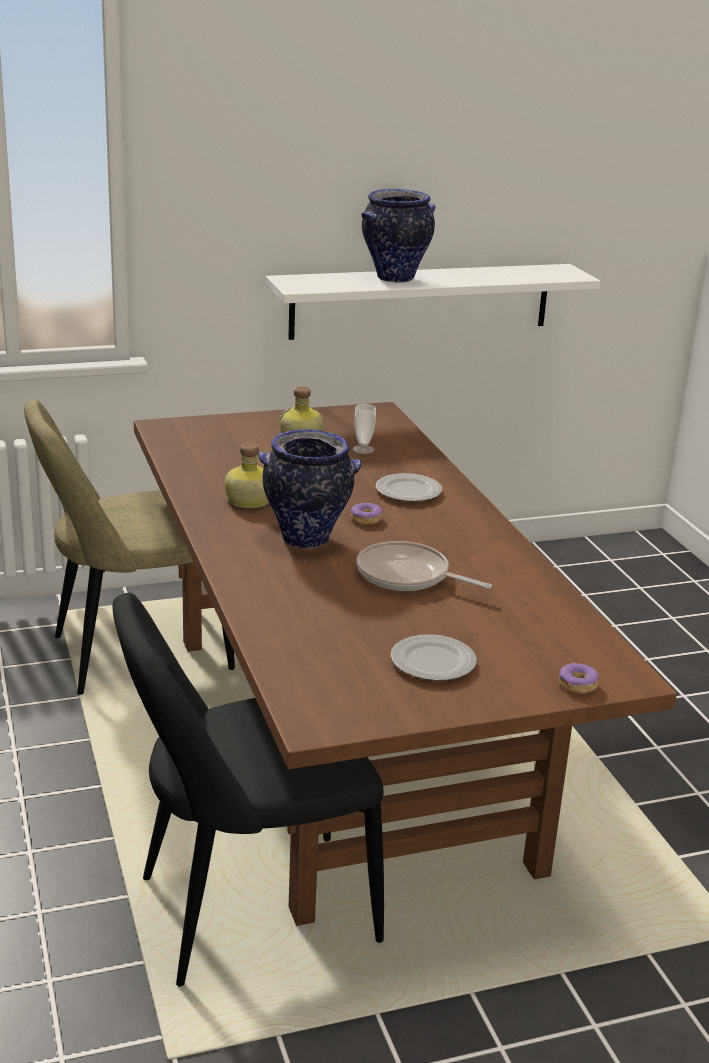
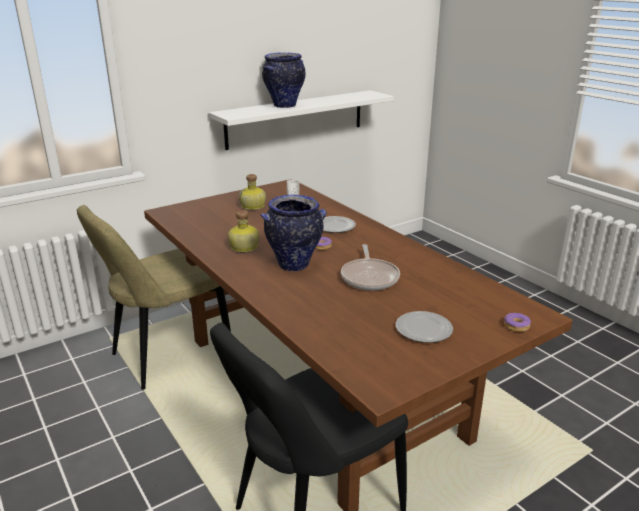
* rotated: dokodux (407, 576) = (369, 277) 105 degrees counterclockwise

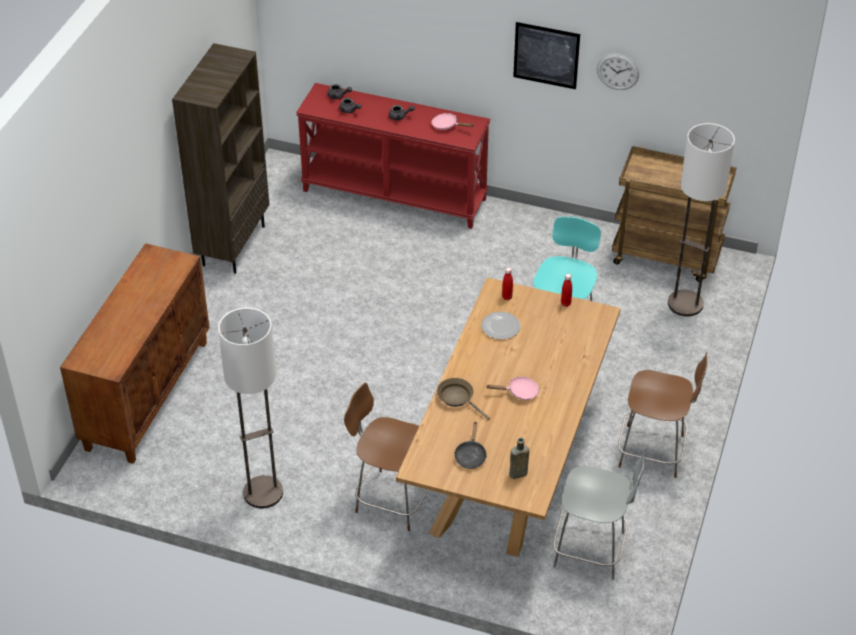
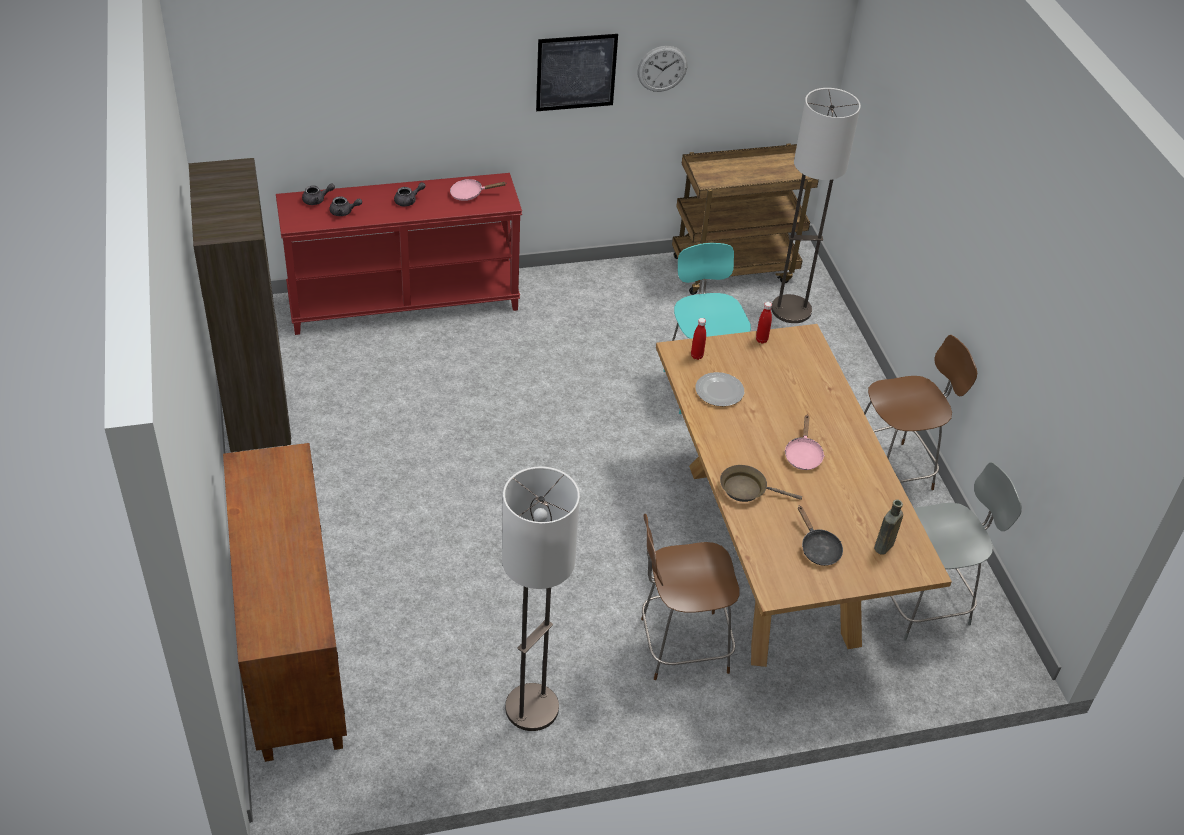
* rotated: pink_dokodux (519, 392) = (803, 455) 135 degrees clockwise

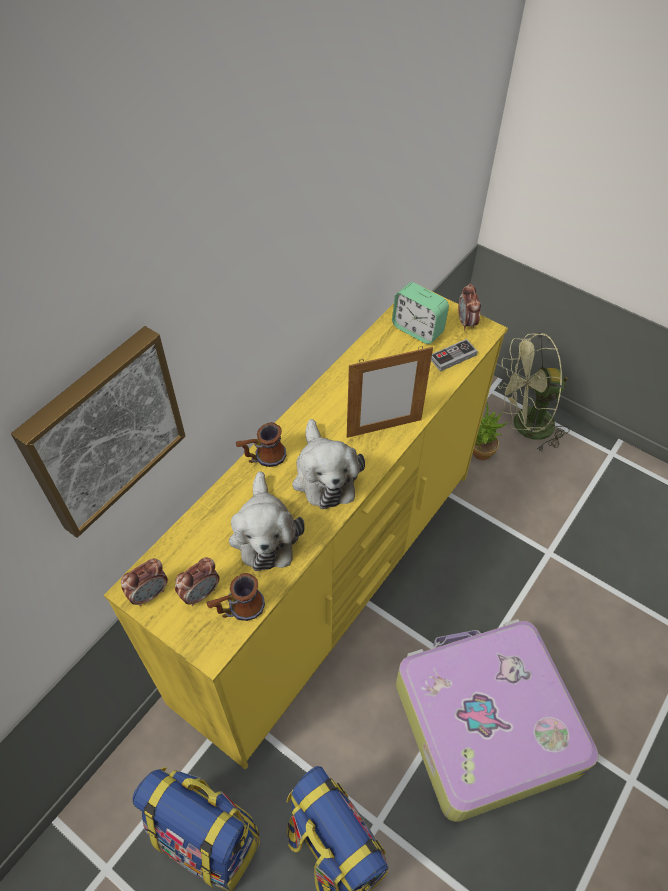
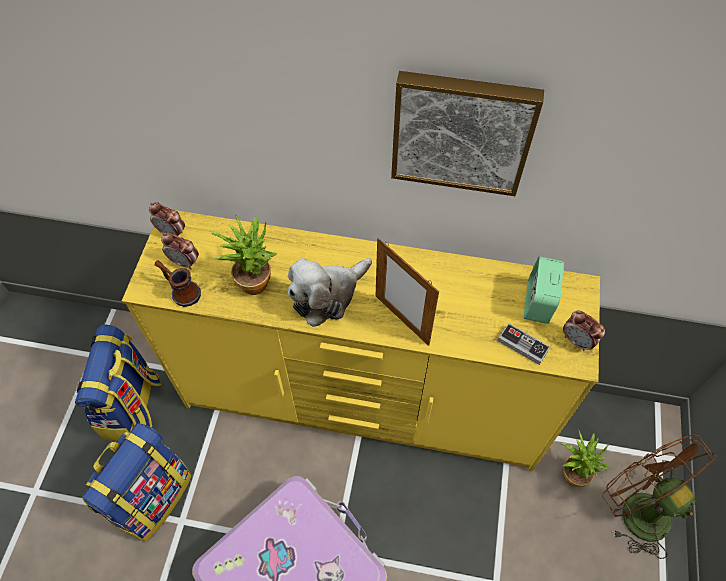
* gone: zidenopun (263, 458)
* shifted: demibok (102, 430) to (462, 131)
* swapped: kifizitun (264, 533) to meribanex (253, 279)
* repainted: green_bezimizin (524, 426) to brown_bezimizin (635, 508)
* rotated: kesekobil (466, 323) = (577, 341) 105 degrees counterclockwise

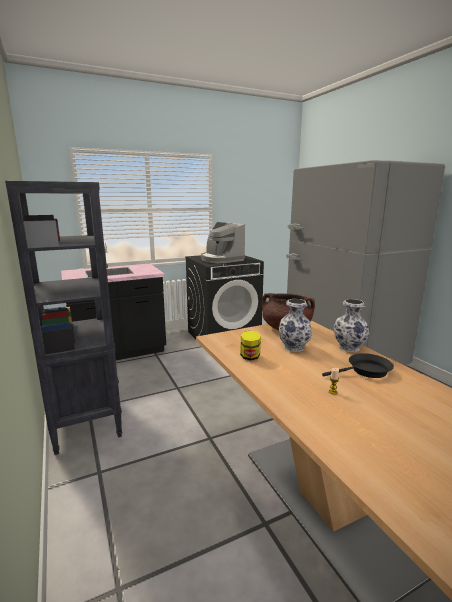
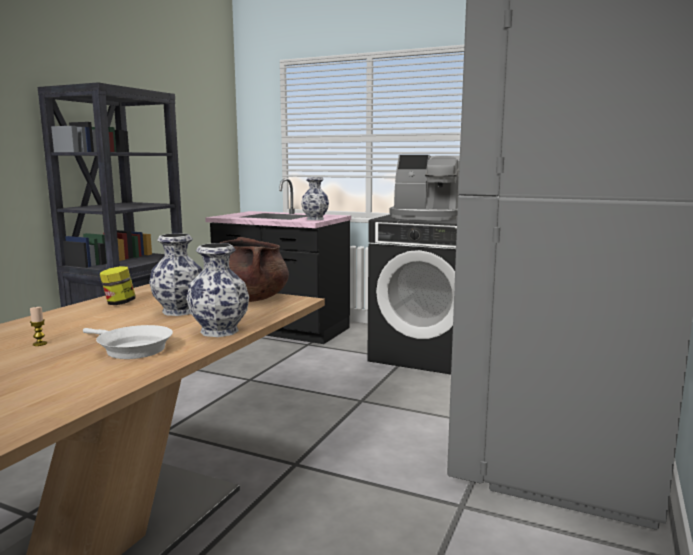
* new: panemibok (315, 219)
* repainted: black_dokodux (366, 371) to white_dokodux (131, 349)
* rotated: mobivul (221, 259) = (425, 217) 90 degrees counterclockwise

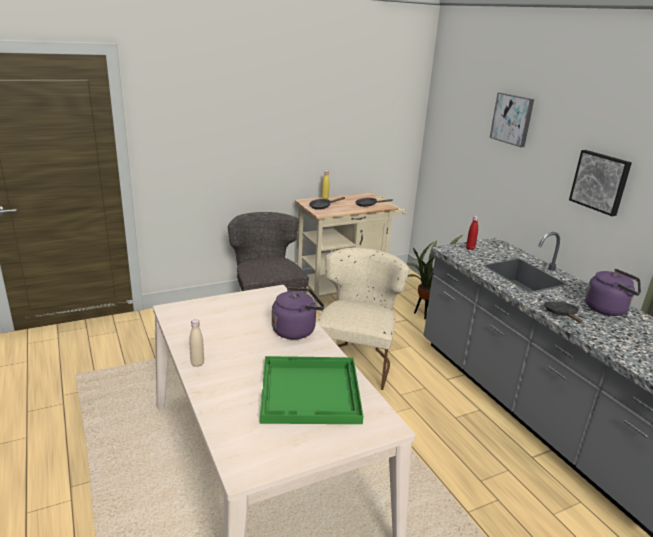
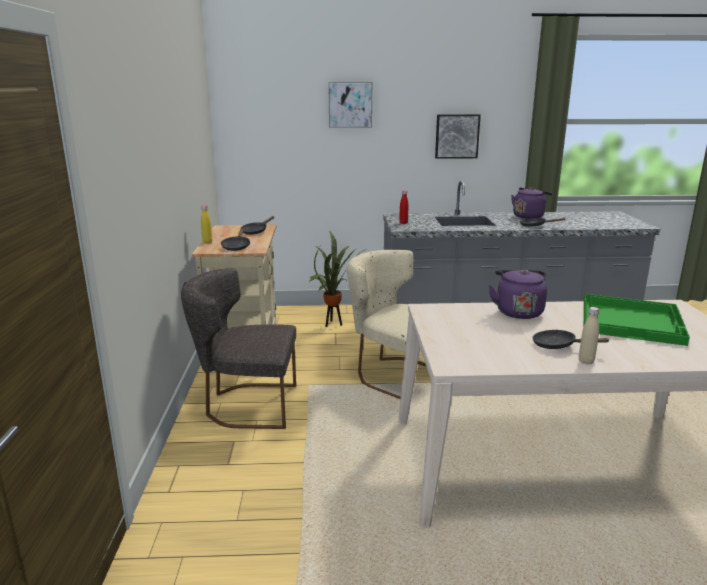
* new: black_dokodux (558, 346)

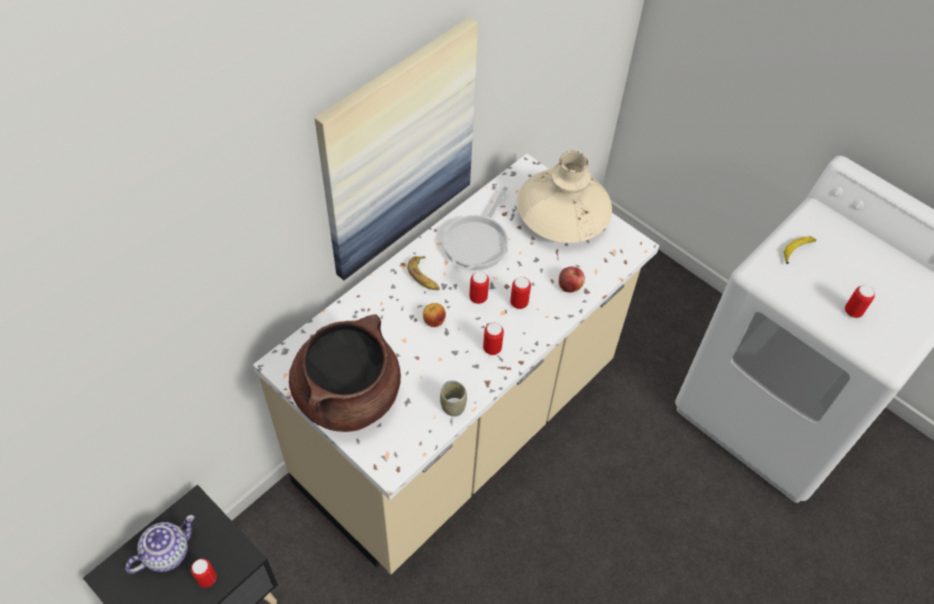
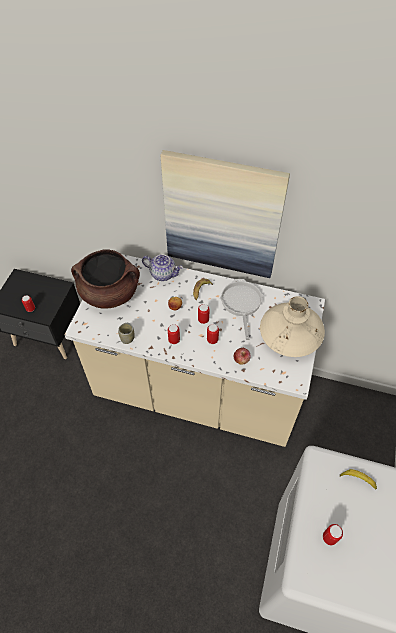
* shifted: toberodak (167, 552) to (163, 274)
* rotated: dokodux (477, 242) = (241, 303) 90 degrees clockwise

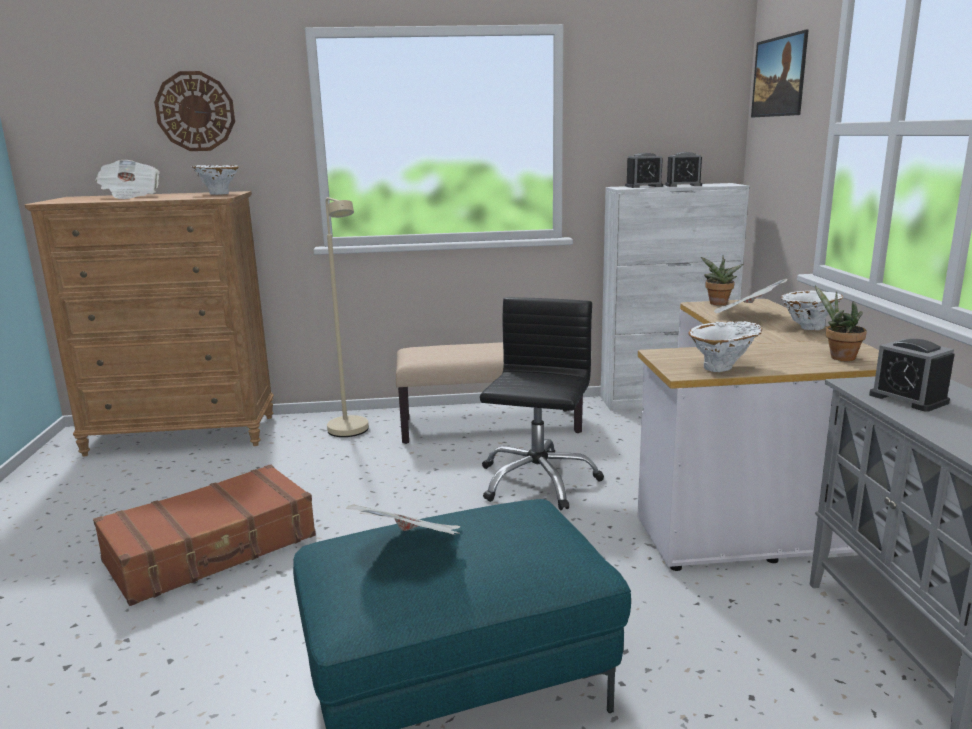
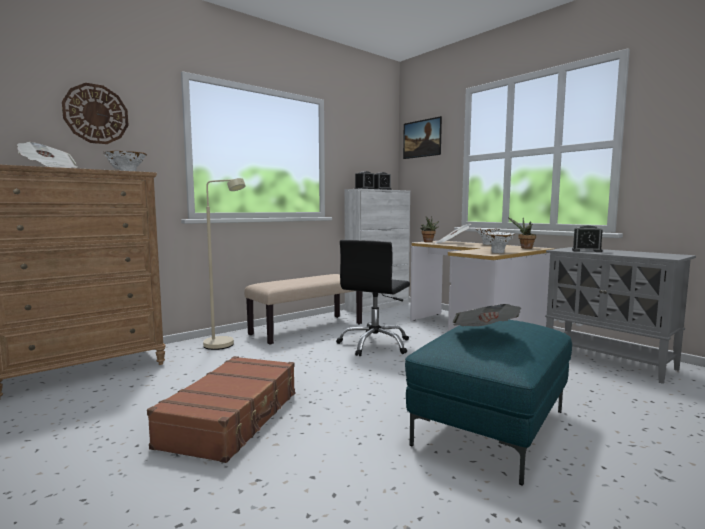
* rotated: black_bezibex (537, 481) = (375, 345) 135 degrees counterclockwise

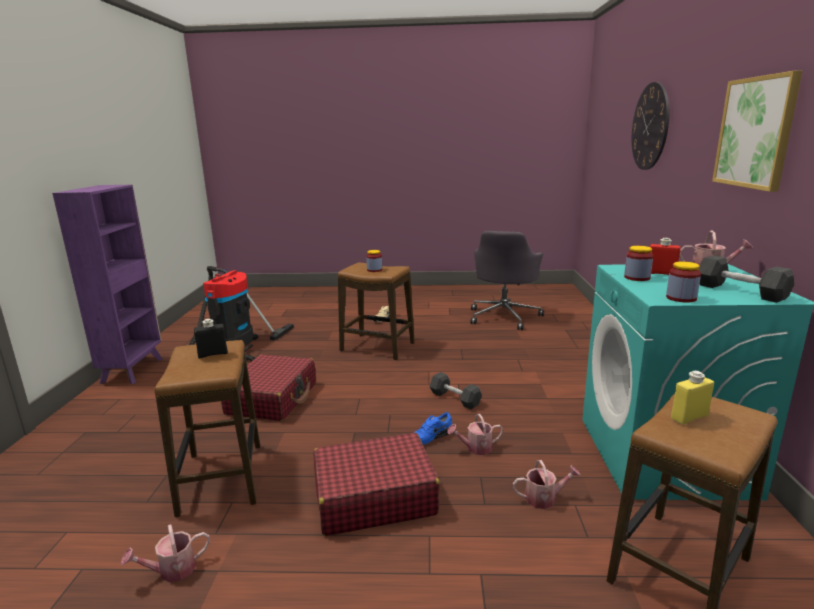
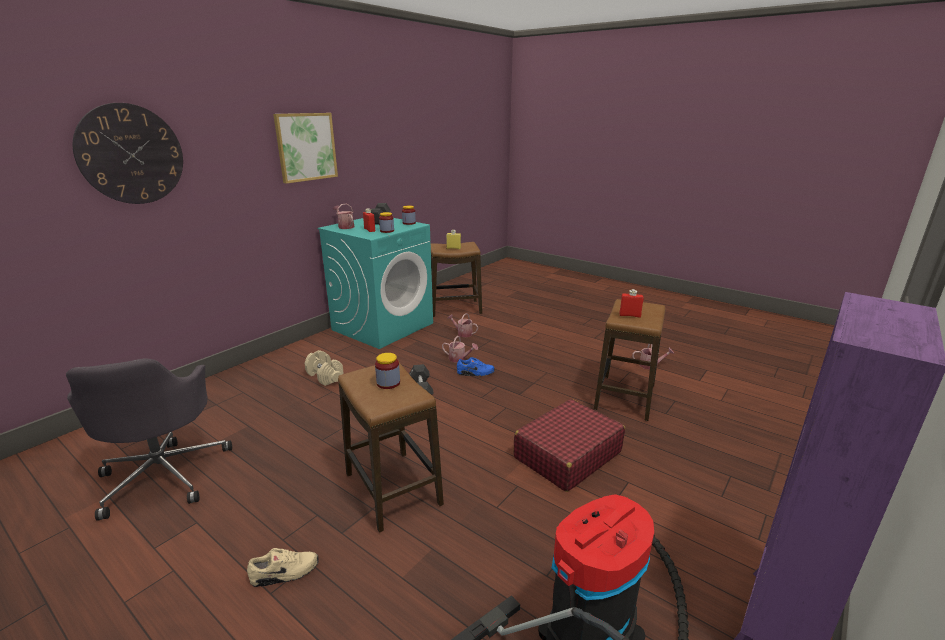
* gone: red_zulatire (374, 497)
* new: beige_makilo (325, 376)
* repainted: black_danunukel (213, 354) to red_danunukel (630, 315)
* rotated: grey_bezibex (504, 316) = (165, 474) 105 degrees clockwise

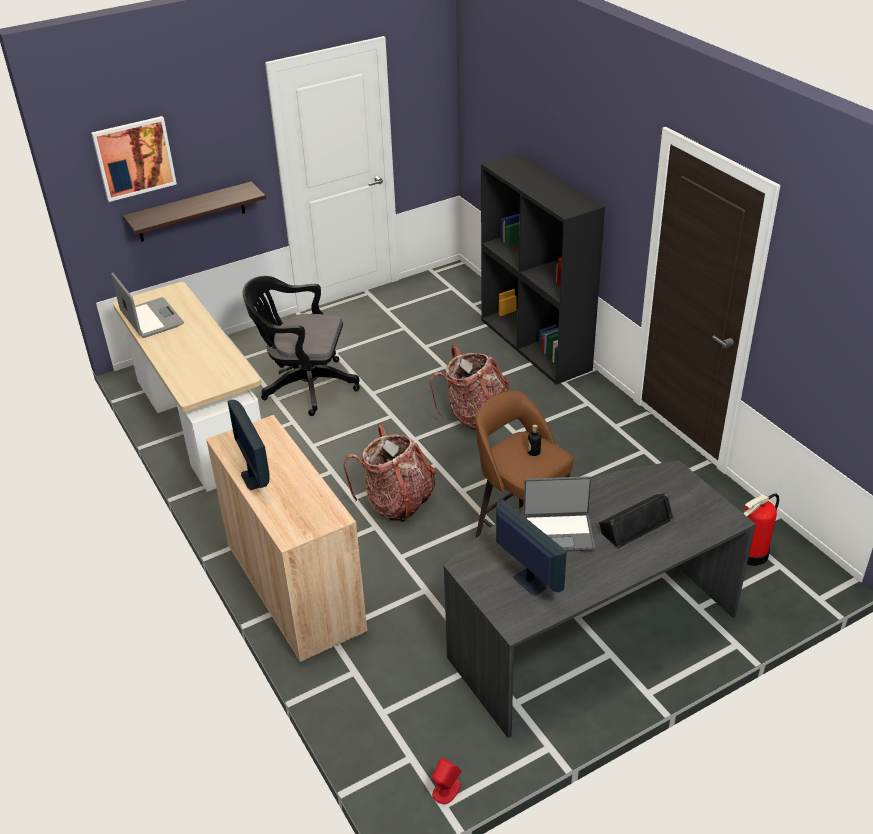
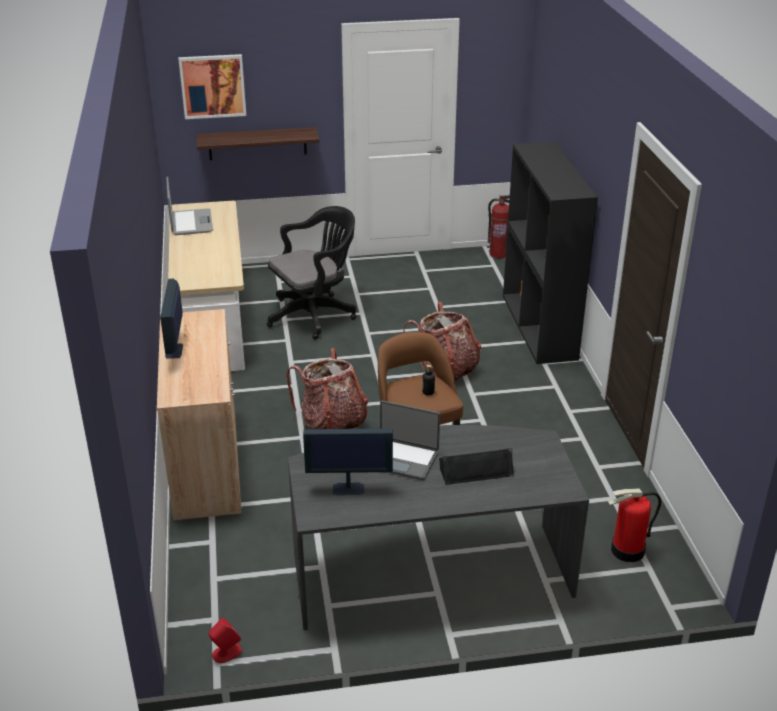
* new: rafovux (498, 254)
* rotated: black_bezibex (304, 386) = (315, 315) 120 degrees clockwise
* rotated: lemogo (529, 581) = (349, 489) 105 degrees clockwise

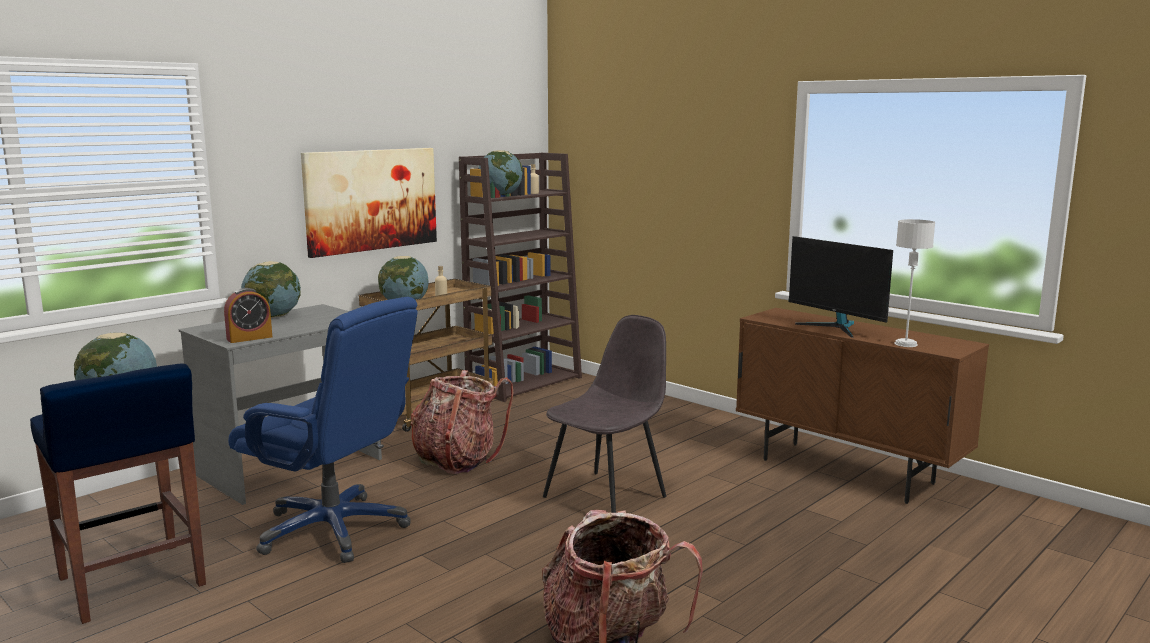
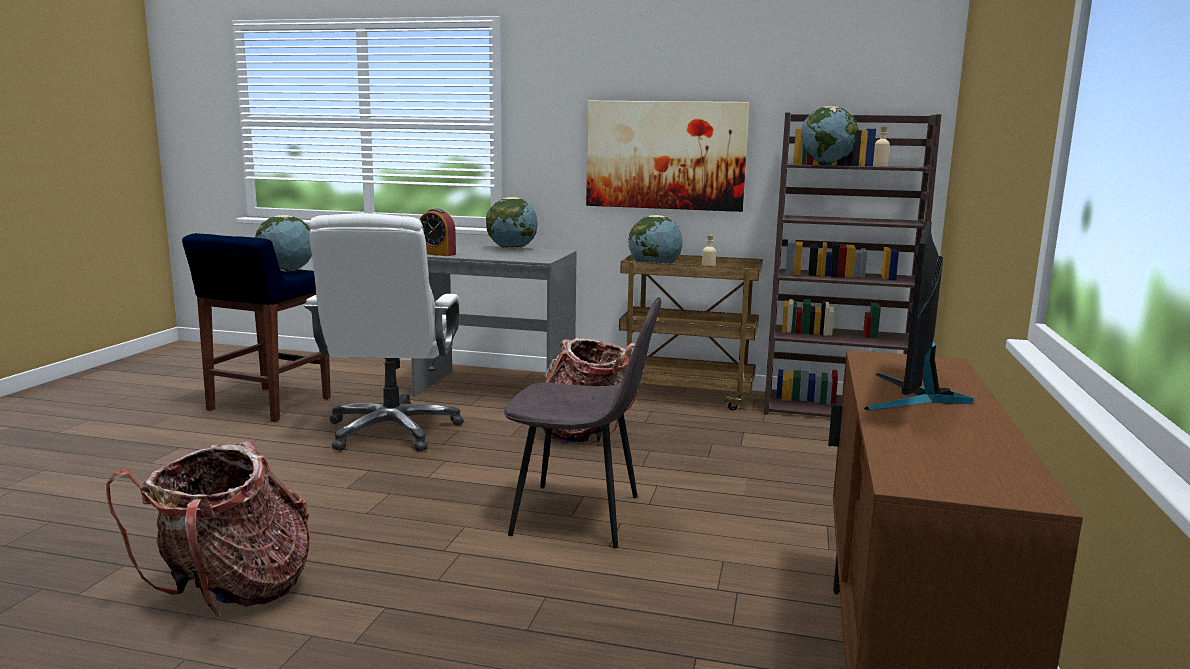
* gone: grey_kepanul (906, 344)
* repainted: blue_bezibex (334, 530) to white_bezibex (392, 431)

